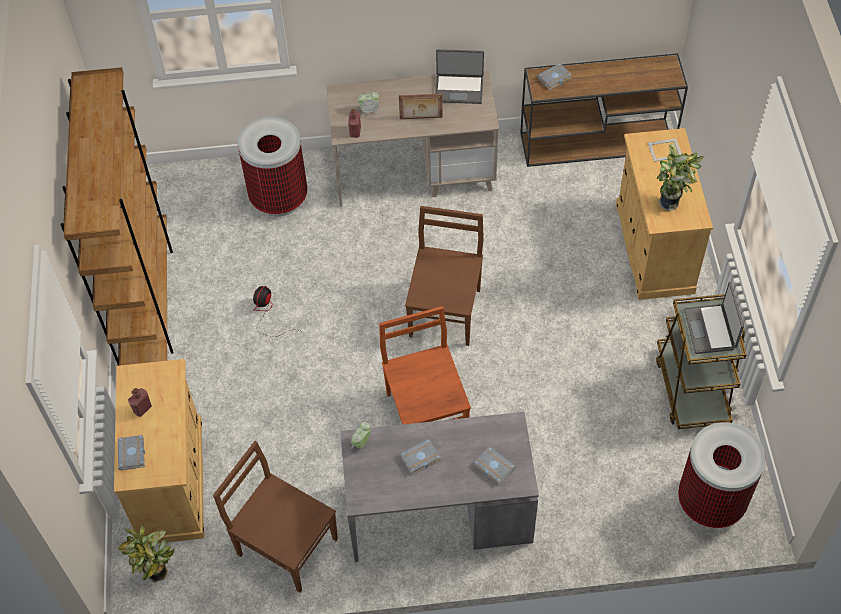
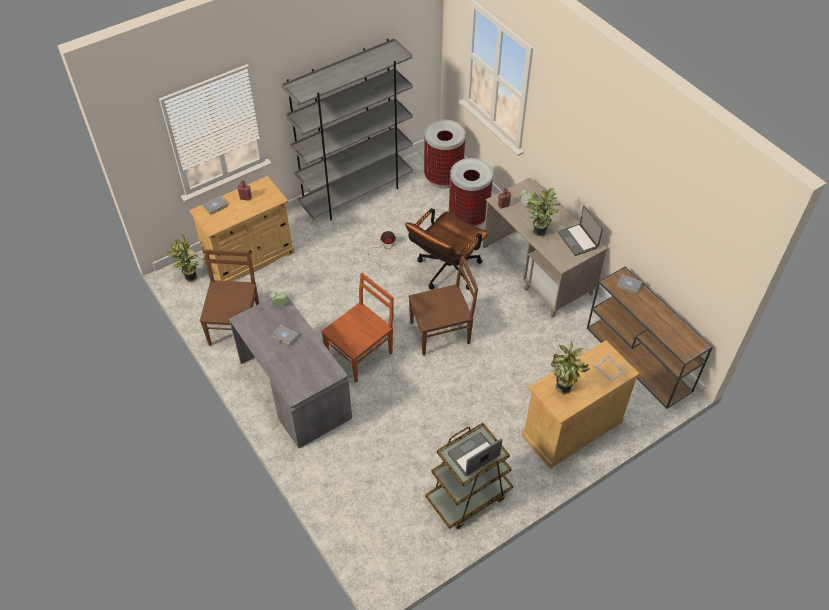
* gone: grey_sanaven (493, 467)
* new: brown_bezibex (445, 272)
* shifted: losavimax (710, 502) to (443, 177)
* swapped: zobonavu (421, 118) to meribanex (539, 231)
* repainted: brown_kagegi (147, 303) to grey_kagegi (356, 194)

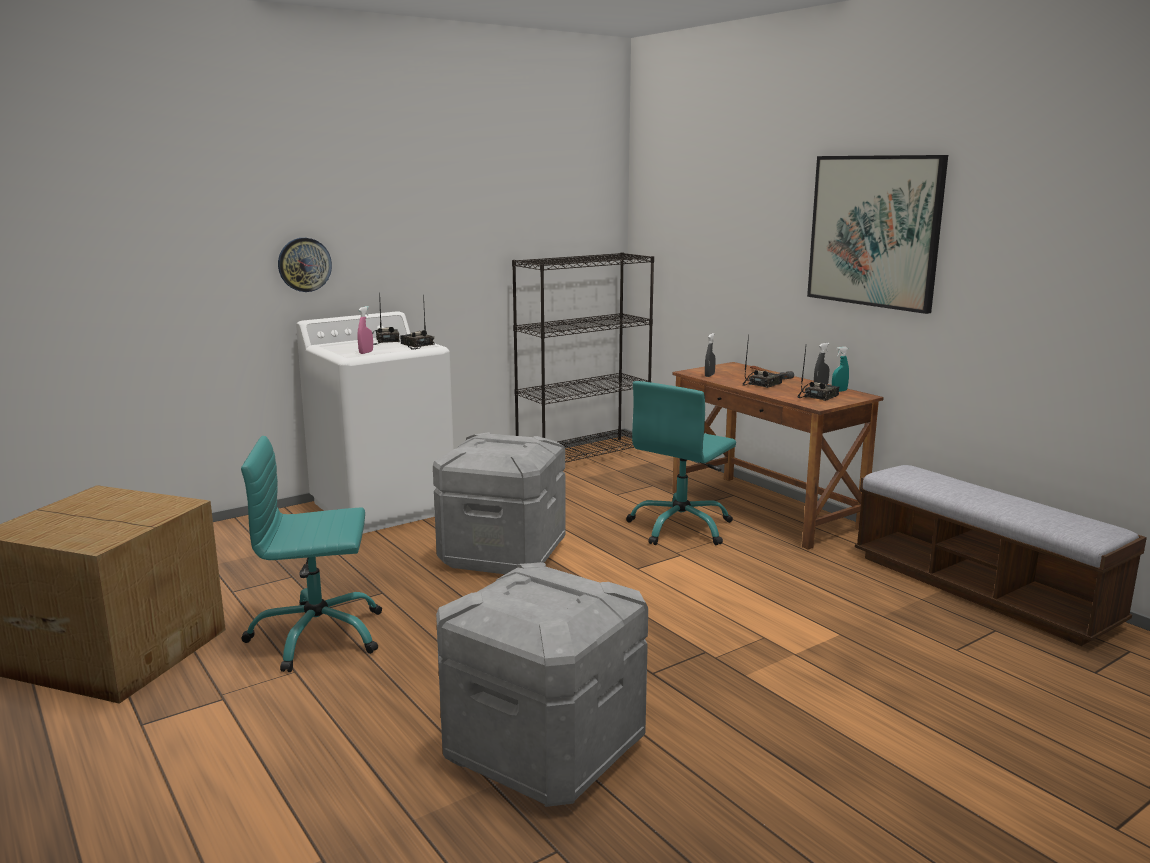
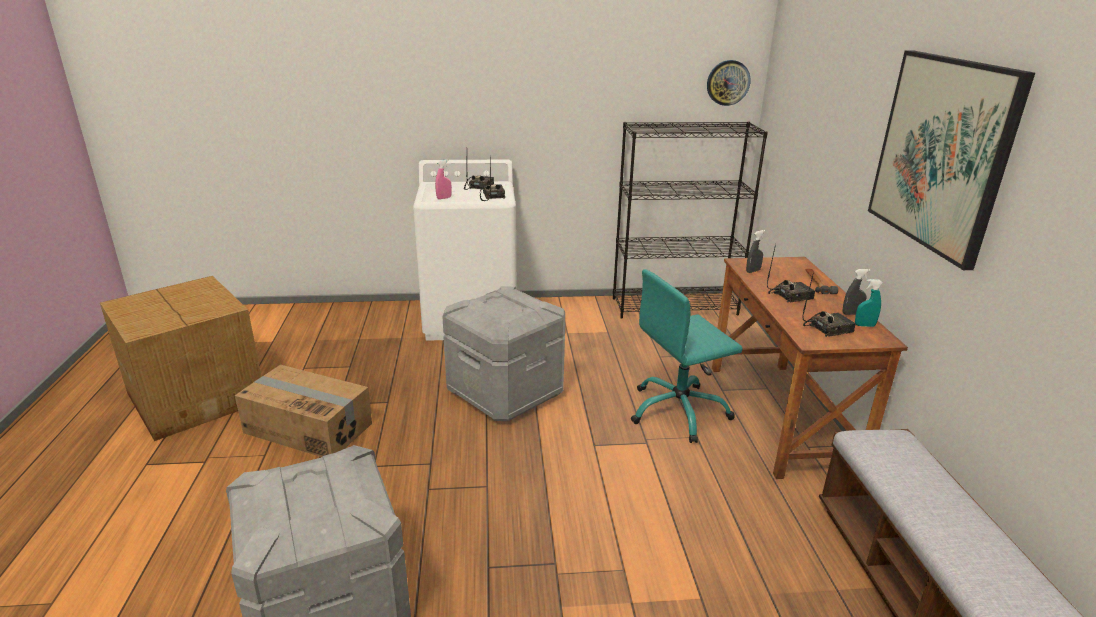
* shifted: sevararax (304, 264) to (728, 82)
* swapped: turquoise_bezibex (317, 636) to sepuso (309, 427)

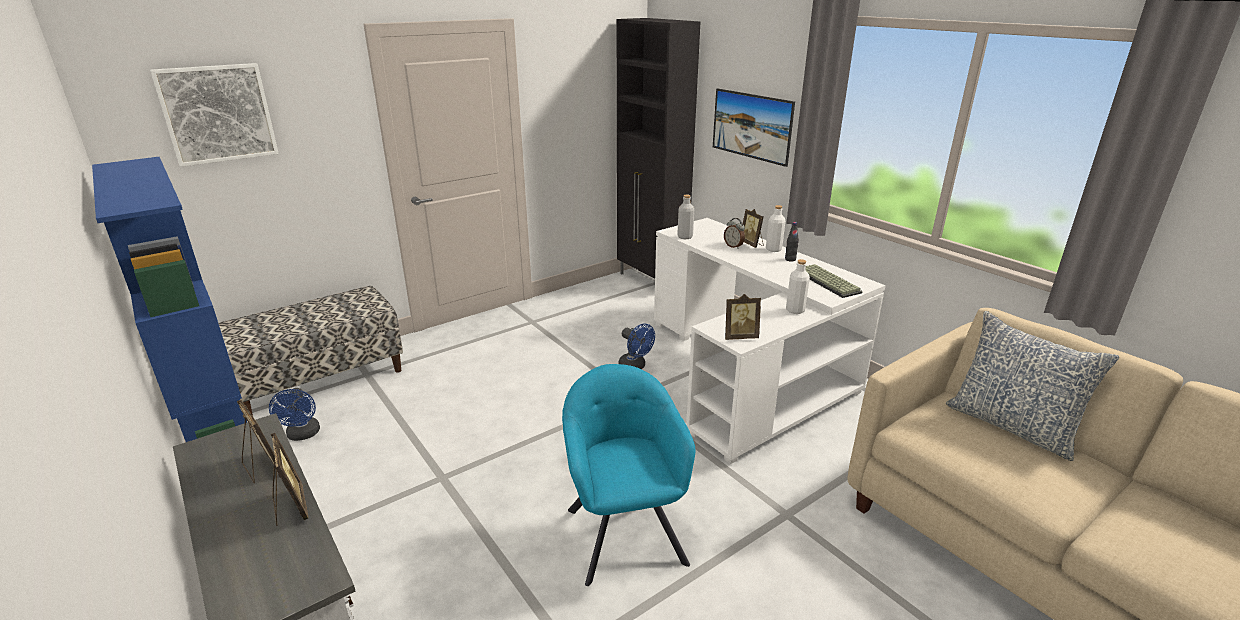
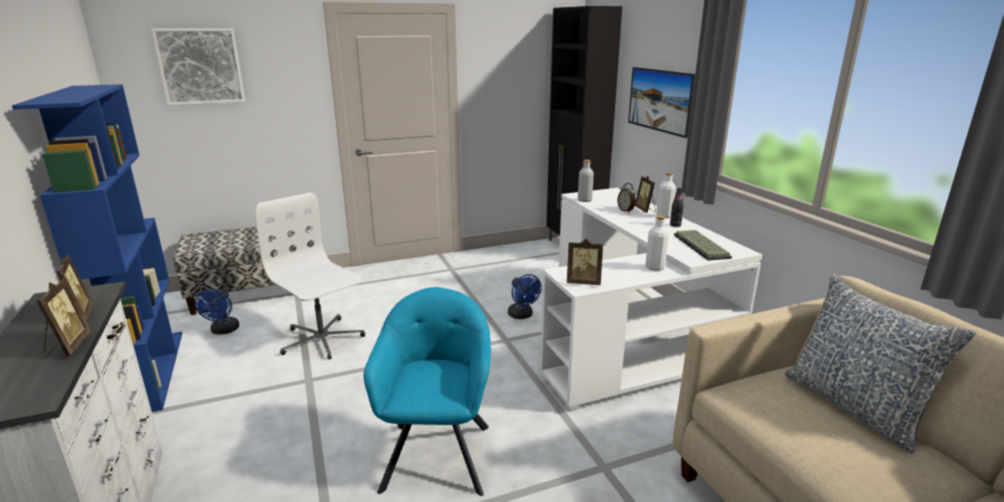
* new: white_bezibex (321, 339)

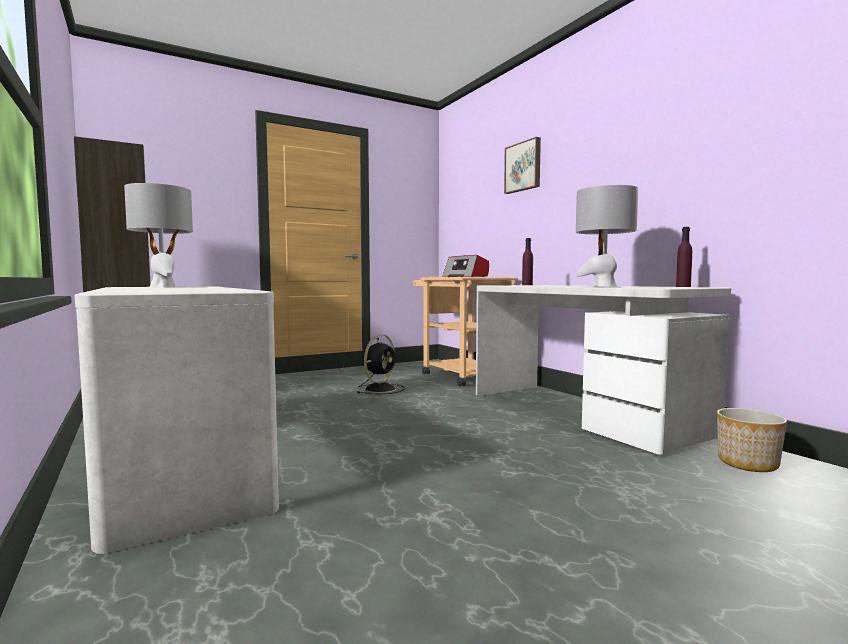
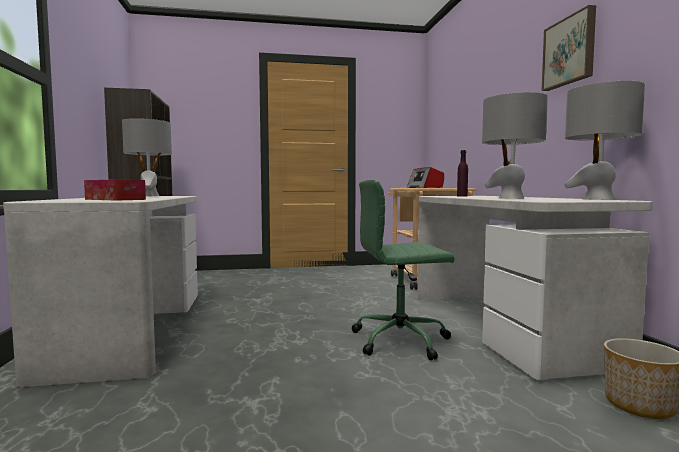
* gone: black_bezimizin (381, 389)
* new: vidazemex (115, 199)
* new: green_bezibex (402, 340)
* shifted: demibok (523, 167) to (570, 51)
* swapped: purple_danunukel (683, 286) to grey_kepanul (598, 199)

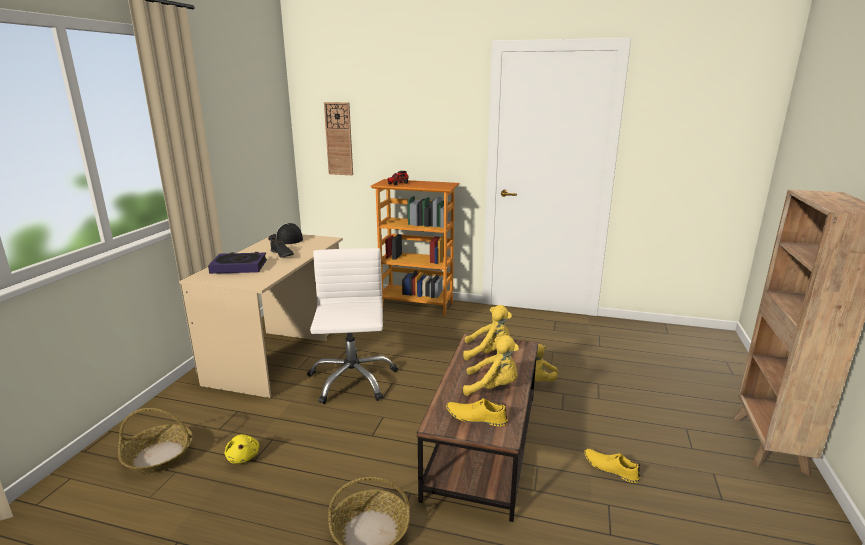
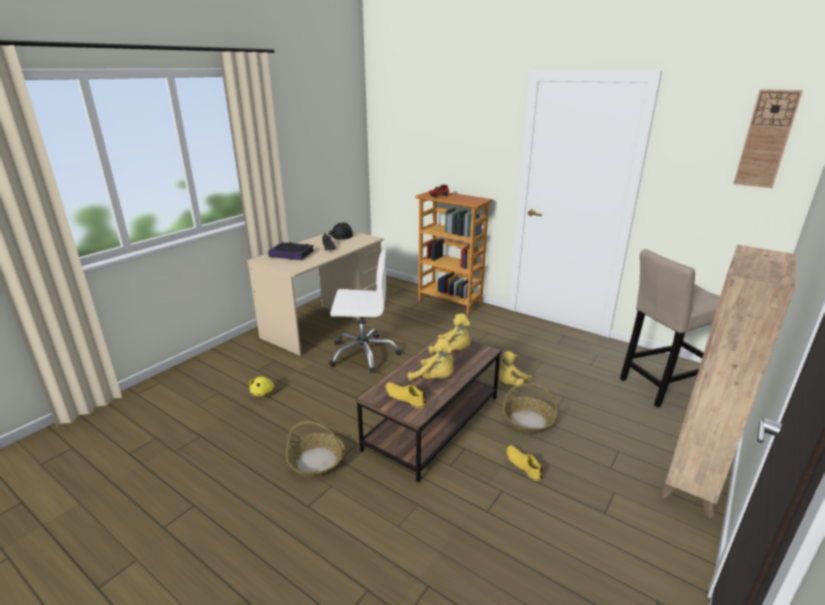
* new: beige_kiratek (659, 386)
* shifted: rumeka (159, 456) to (528, 420)
* shifted: sevararax (339, 139) to (766, 139)
* rotated: white_bezibex (352, 380) = (364, 354) 75 degrees clockwise

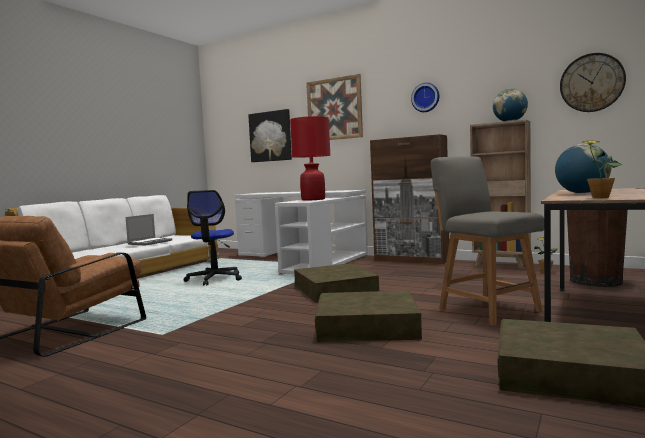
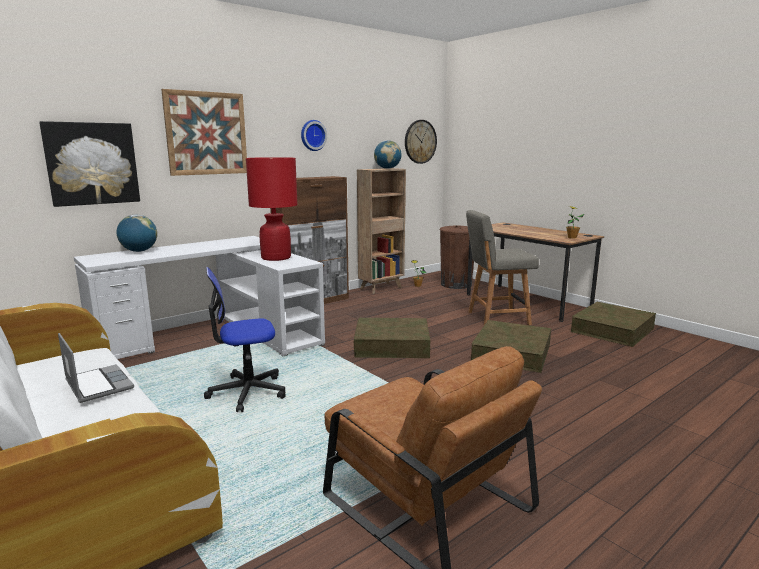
* shifted: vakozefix (582, 193) to (139, 251)
* rotated: bezibex (214, 279) = (247, 392) 135 degrees clockwise

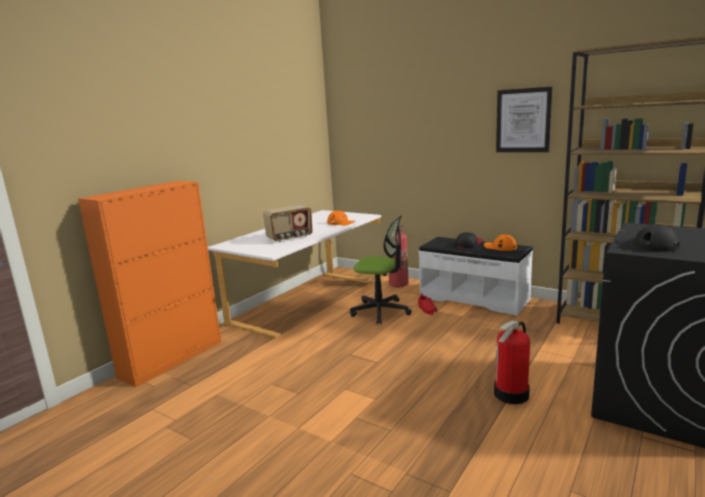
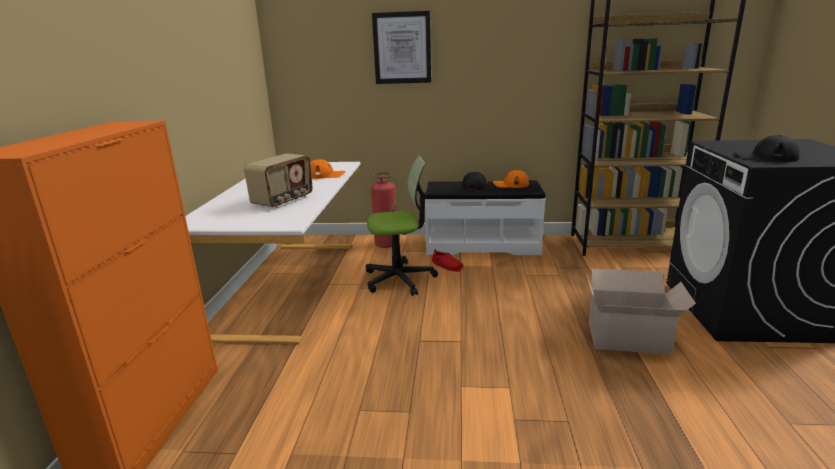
* shifted: demibok (523, 120) to (402, 48)
* swapped: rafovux (511, 394) to sepuso (630, 339)

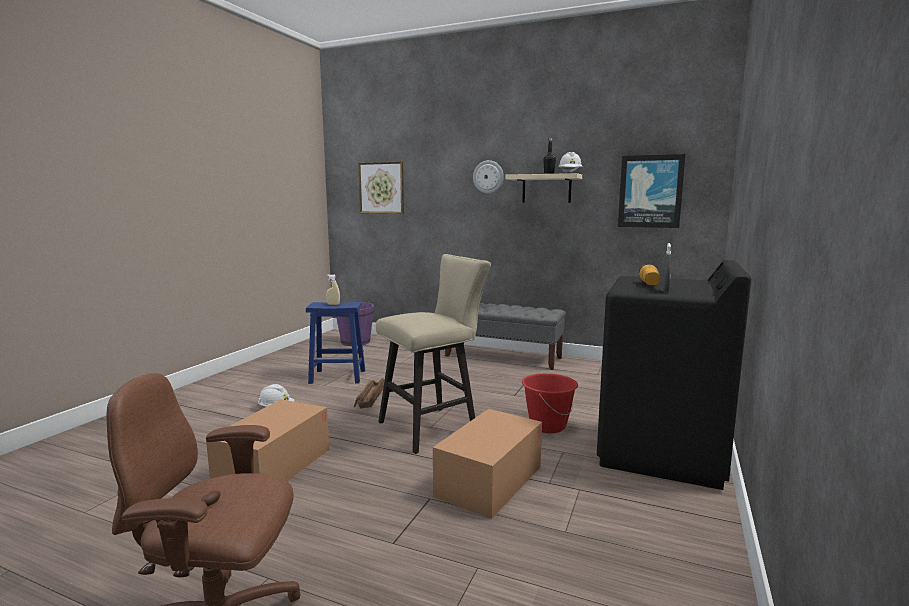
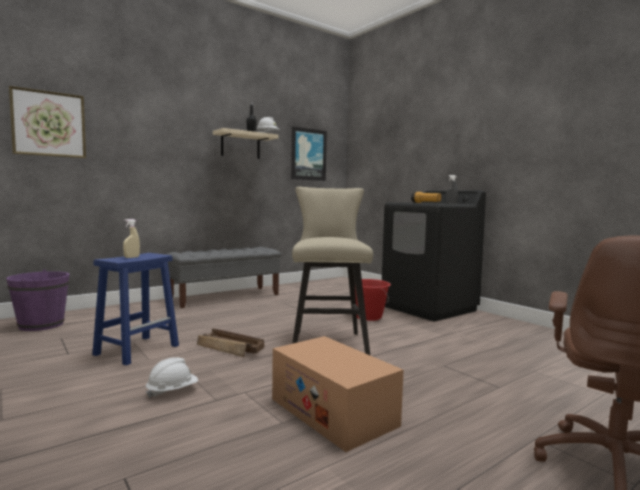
* gone: sepuso (489, 481)
* gone: sevararax (488, 177)

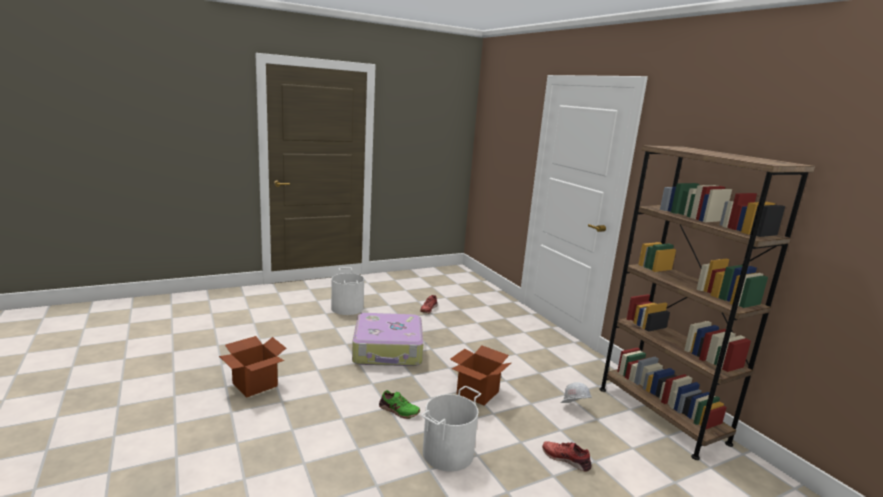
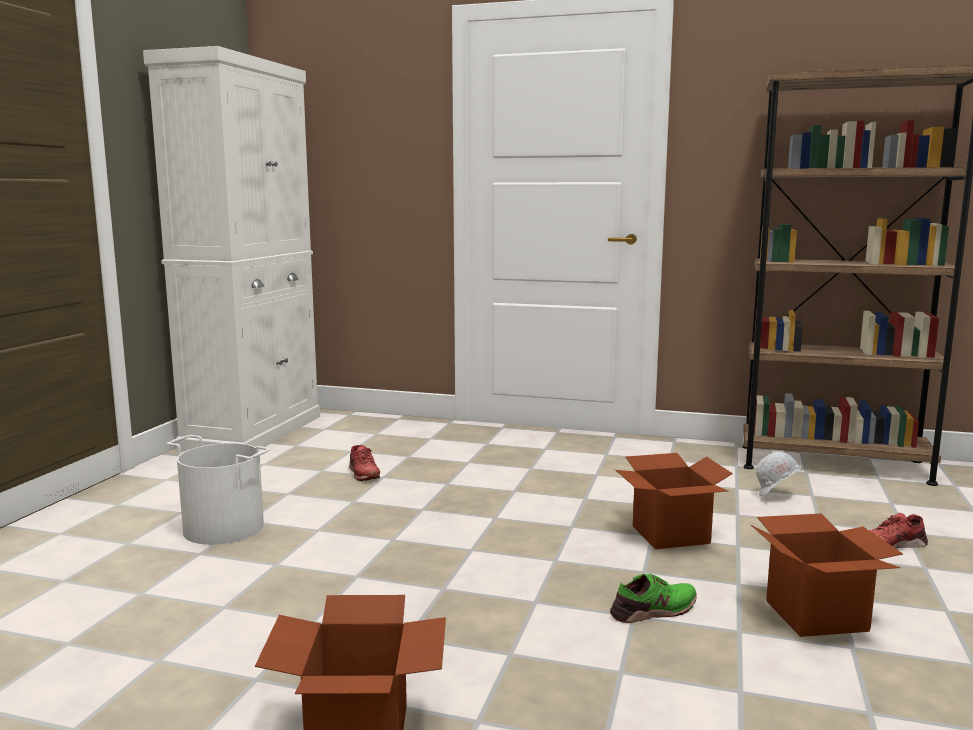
* gone: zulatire (388, 350)
* new: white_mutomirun (254, 432)
* swapped: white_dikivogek (447, 452) to sepuso (816, 616)

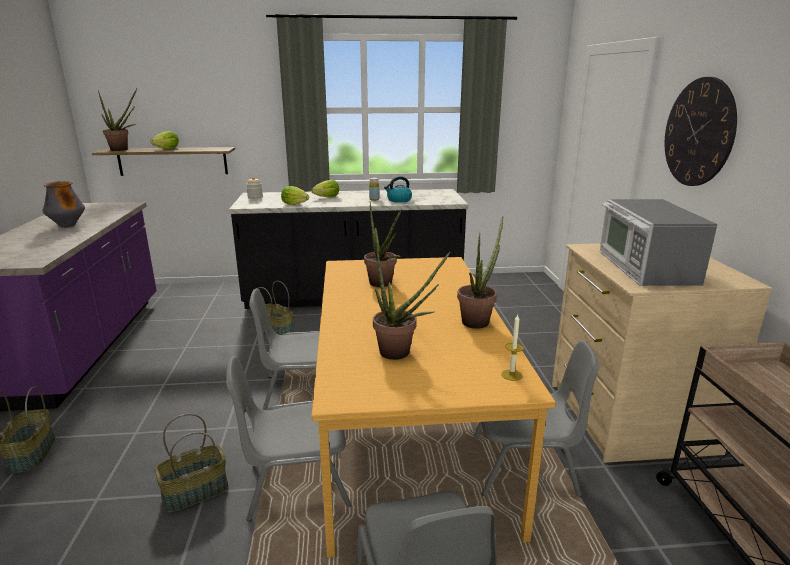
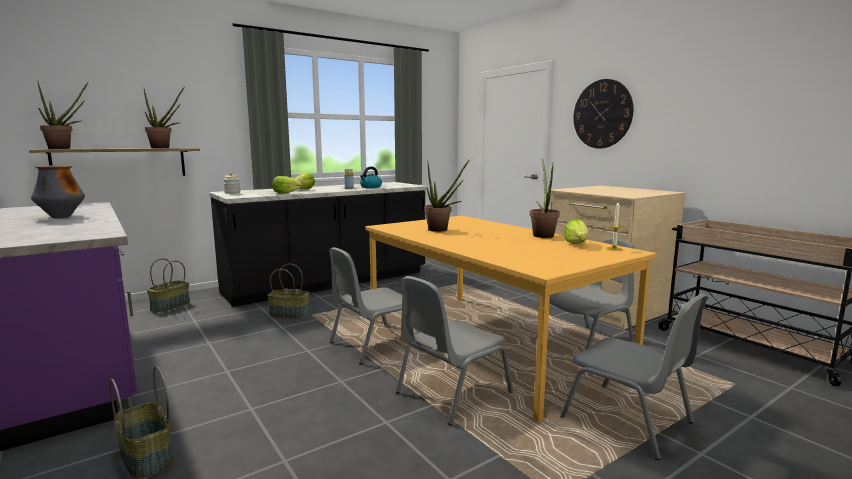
* gone: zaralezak (644, 267)
* shifted: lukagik (167, 149) to (576, 244)
* shifted: rumeka (195, 493) to (170, 306)
* shifted: meribanex (401, 353) to (164, 148)

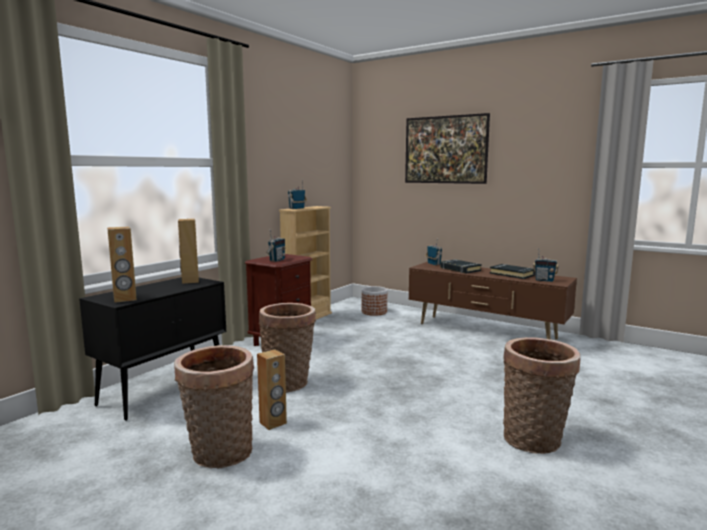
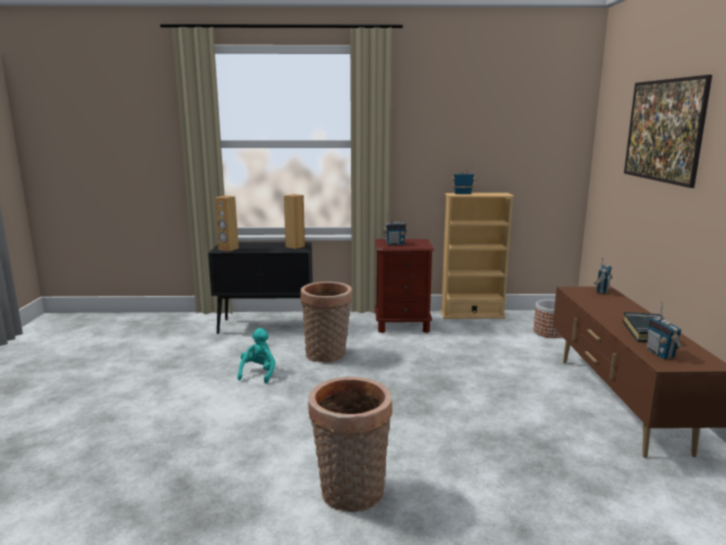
* gone: rumeka (219, 455)
* gone: black_sanaven (460, 269)
* swapped: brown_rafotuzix (273, 423) to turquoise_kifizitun (258, 373)

